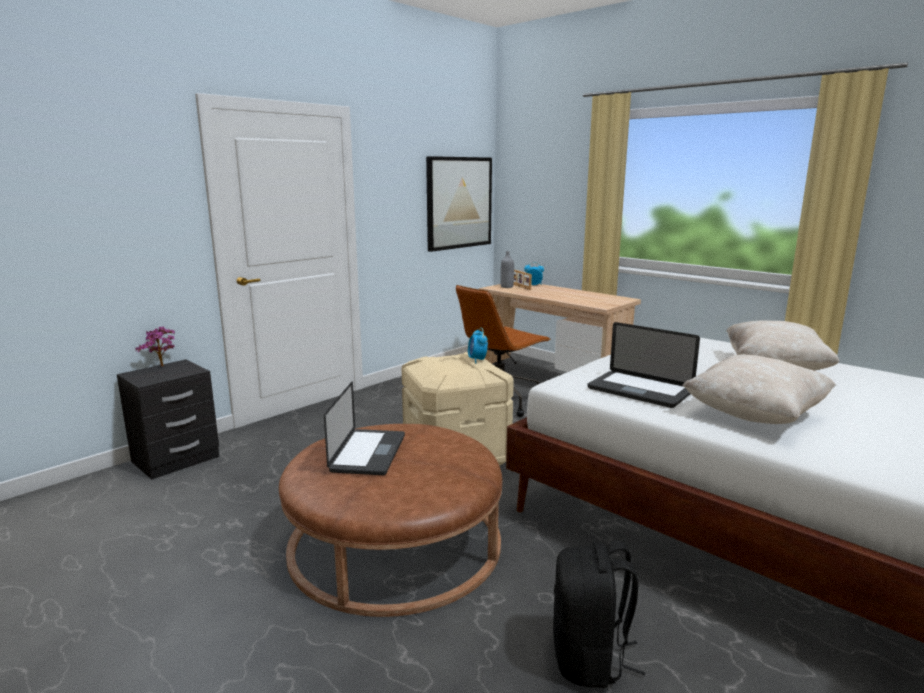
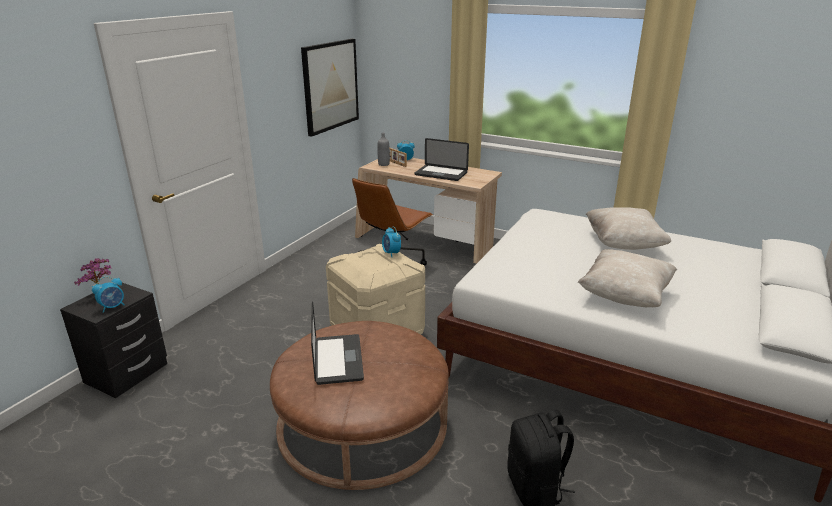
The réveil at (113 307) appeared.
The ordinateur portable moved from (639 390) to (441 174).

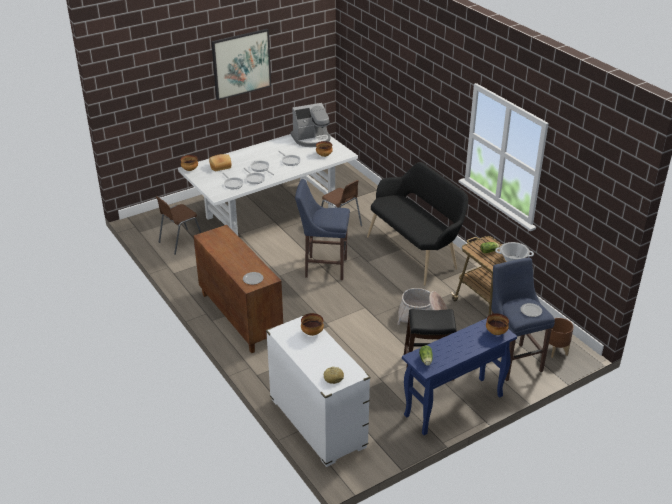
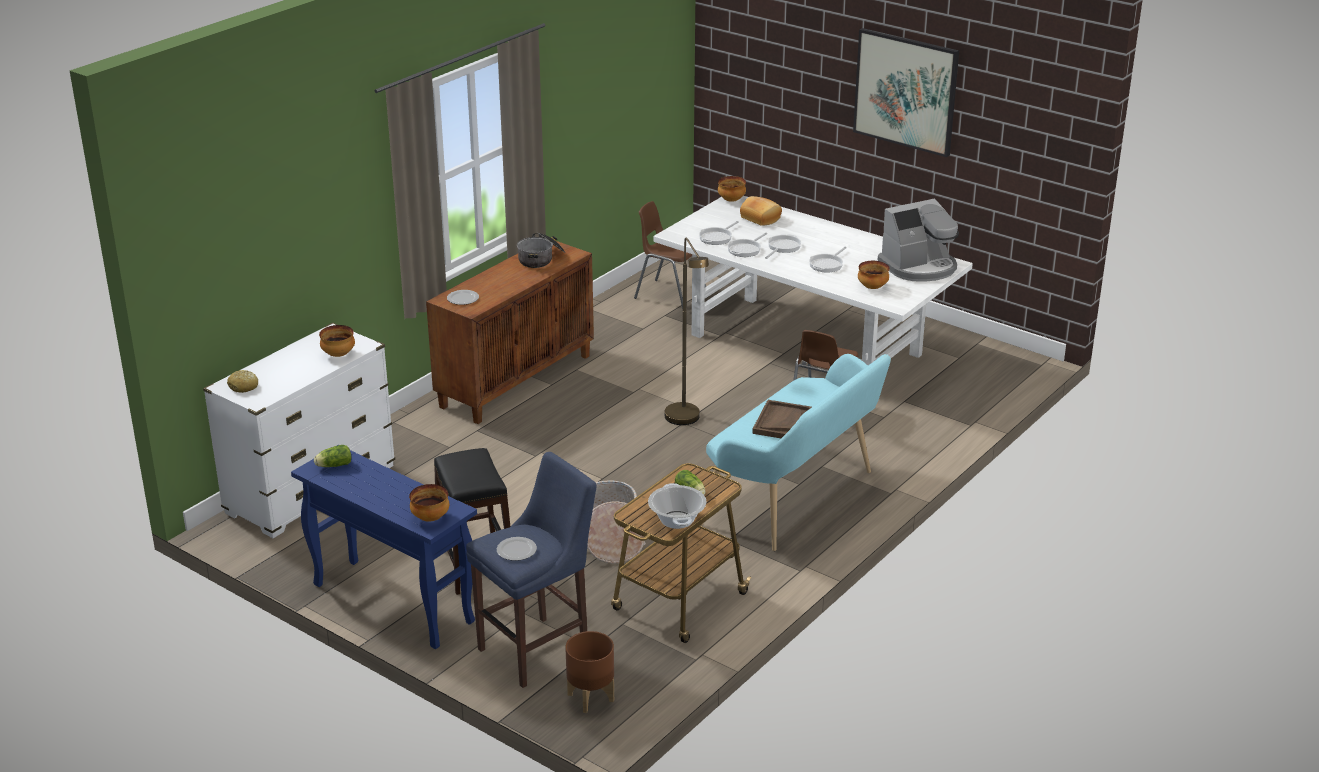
The marmite at (541 259) appeared.
The plateau (marron) at (782 422) appeared.
The tabouret (bleu) at (323 267) was replaced by the lampadaire (marron) at (686 421).
The banc (noir) at (415 252) became the banc (turquoise) at (796 500).
The machine à café at (311 139) turned 75 degrees counterclockwise.

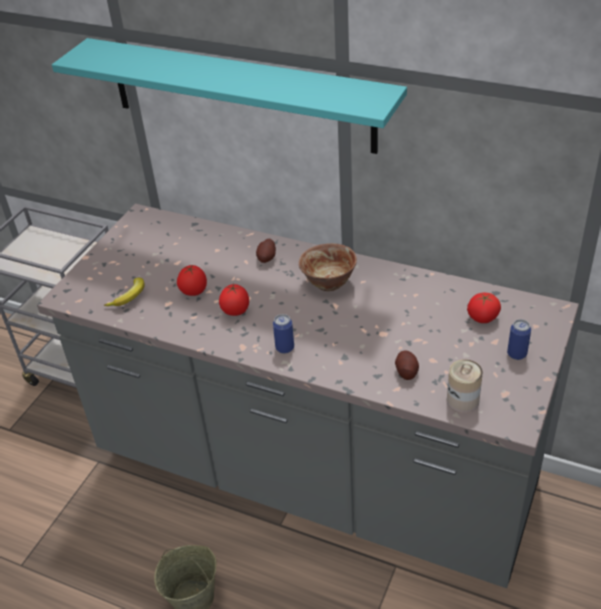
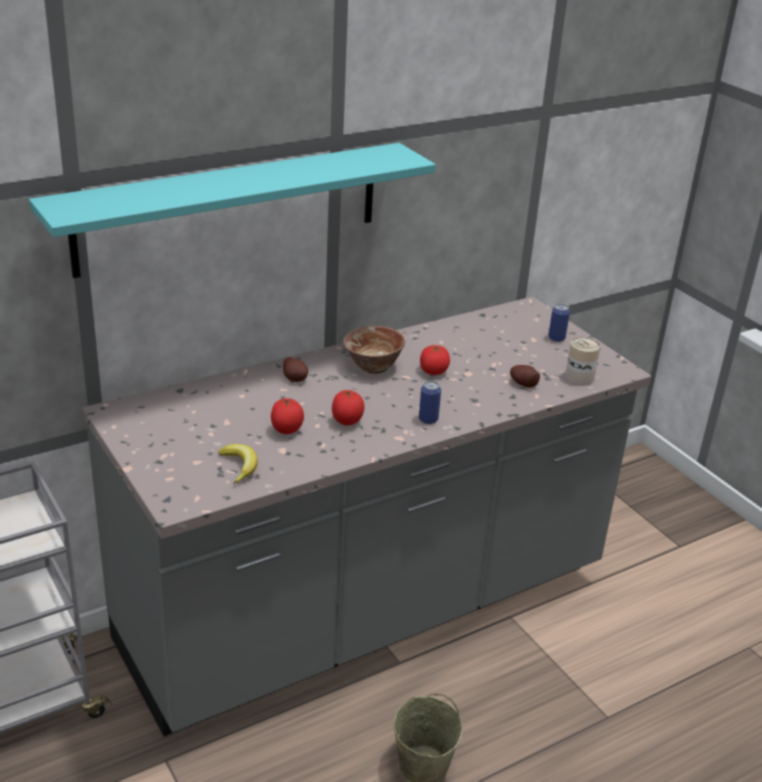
The tomate moved from (483 317) to (433 371).

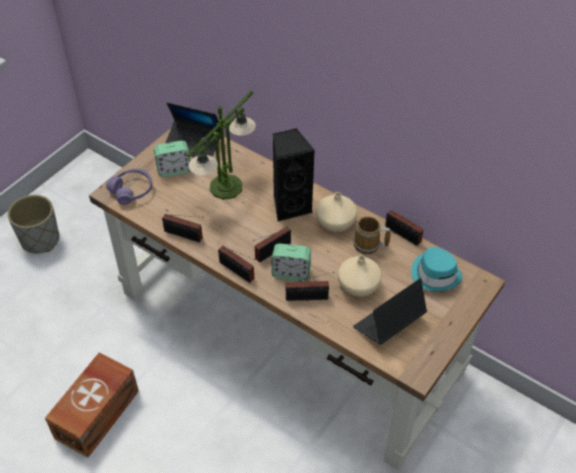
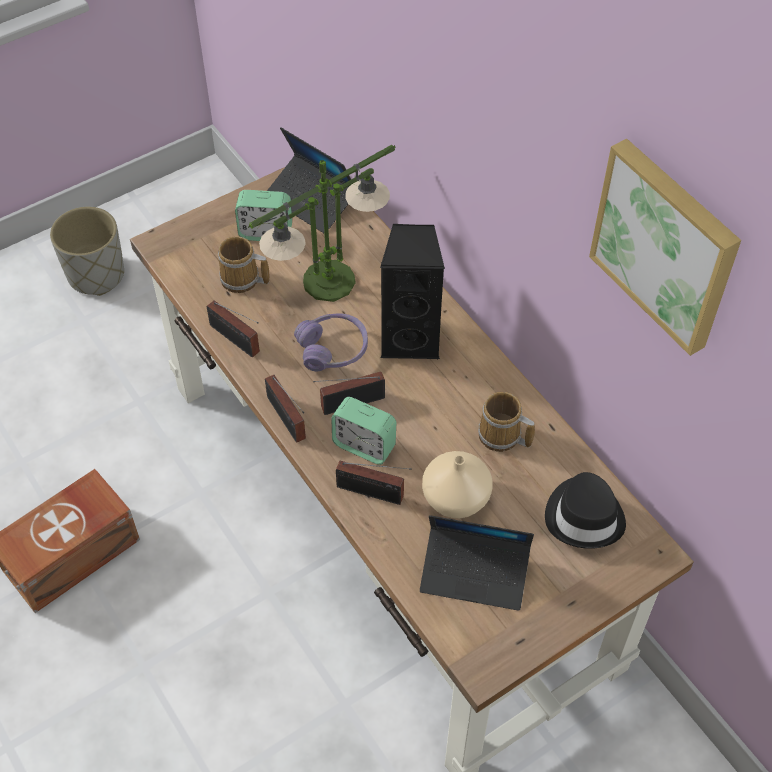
The vase (beige) at (335 223) disappeared.
The radio at (404 236) disappeared.
The mug at (242 280) appeared.
The tableau at (666 244) appeared.
The casque audio (violet) moved from (132 191) to (333 349).
The chapeau (turquoise) at (435 274) became the chapeau (noir) at (585 516).
The ordinateur portable at (389 323) turned 150 degrees counterclockwise.

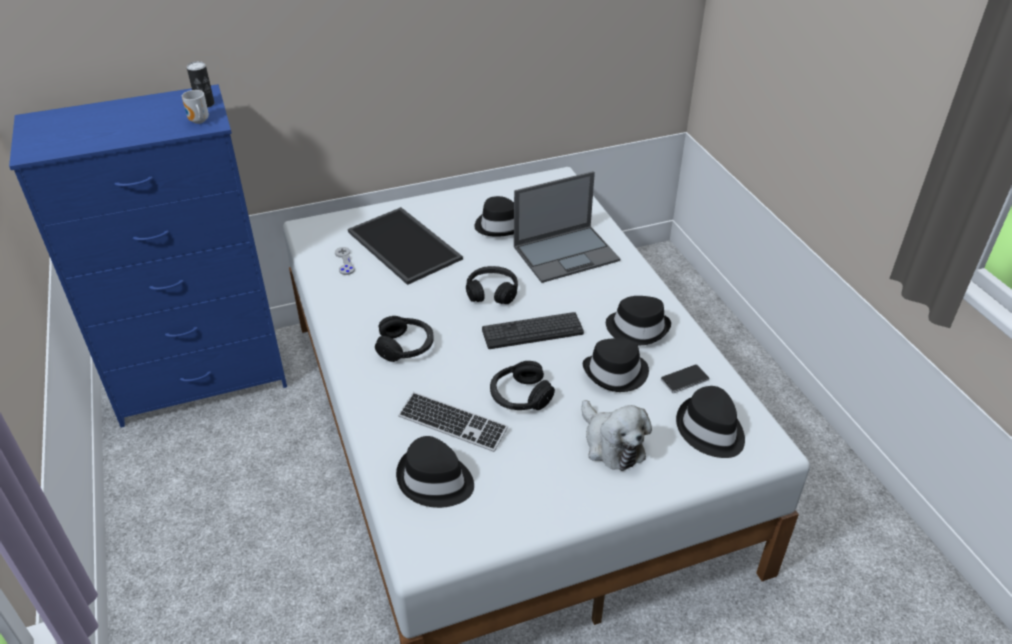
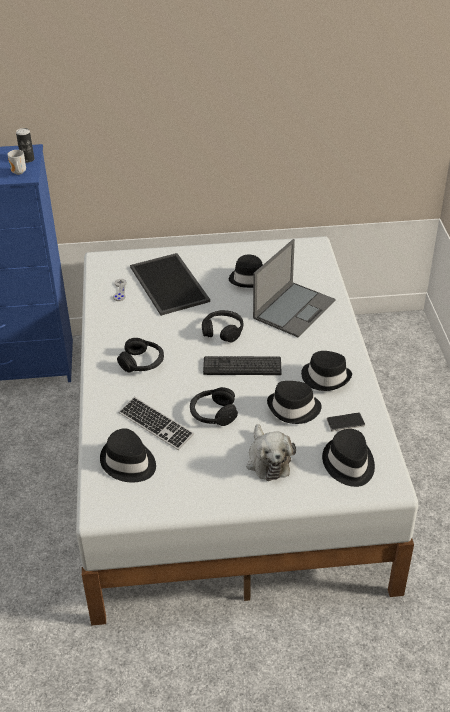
The ordinateur portable at (567 253) turned 45 degrees counterclockwise.

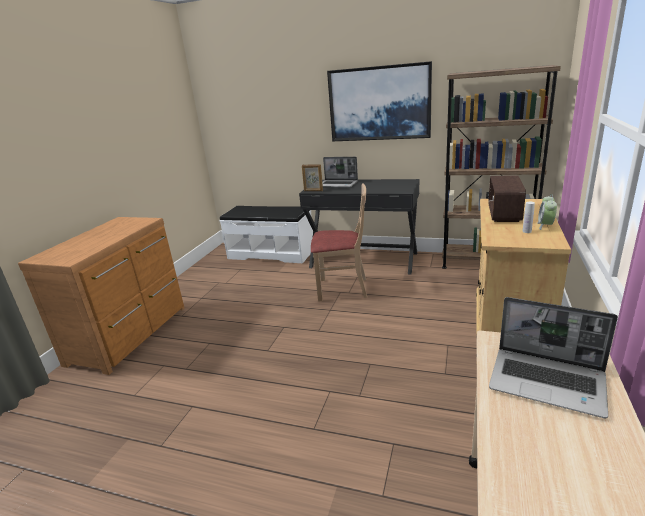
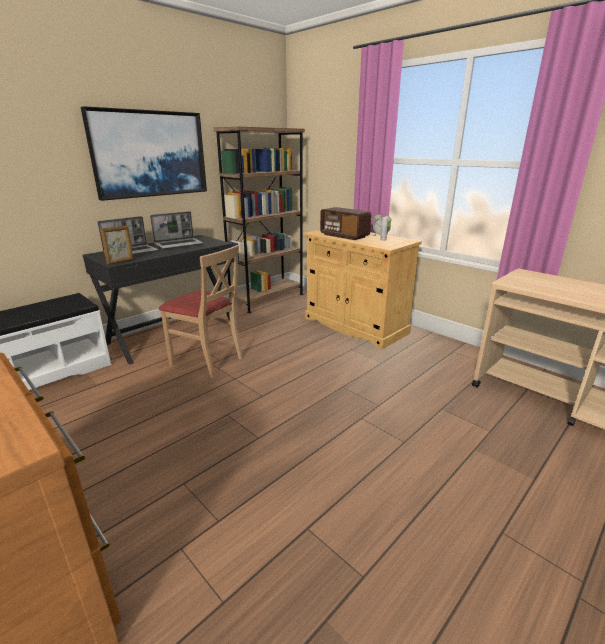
The ordinateur portable moved from (548 382) to (179 244).
The chaise (beige) at (342 289) turned 90 degrees clockwise.

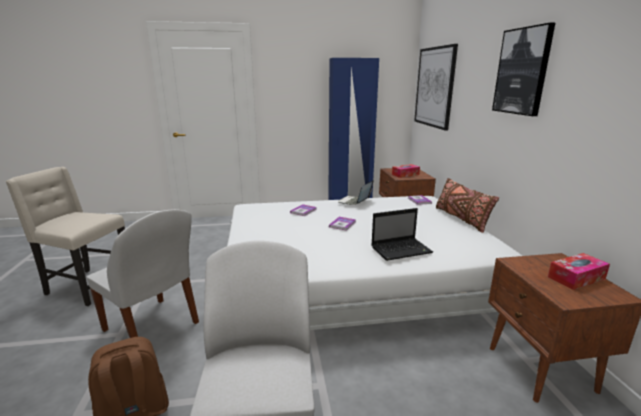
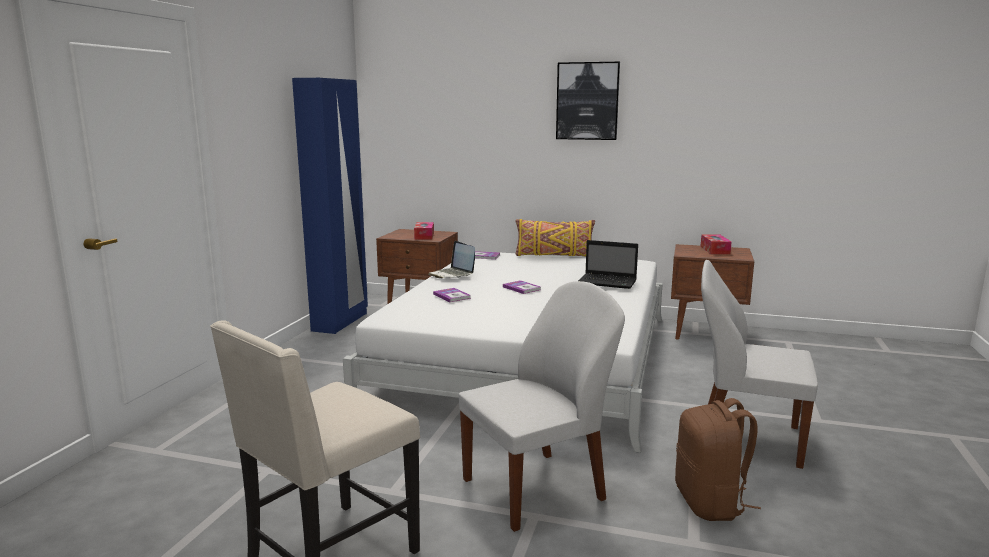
The tableau at (434 87) disappeared.
The coussin (marron) at (461 219) became the coussin (jaune) at (554 256).
The ordinateur portable at (402 250) turned 105 degrees clockwise.

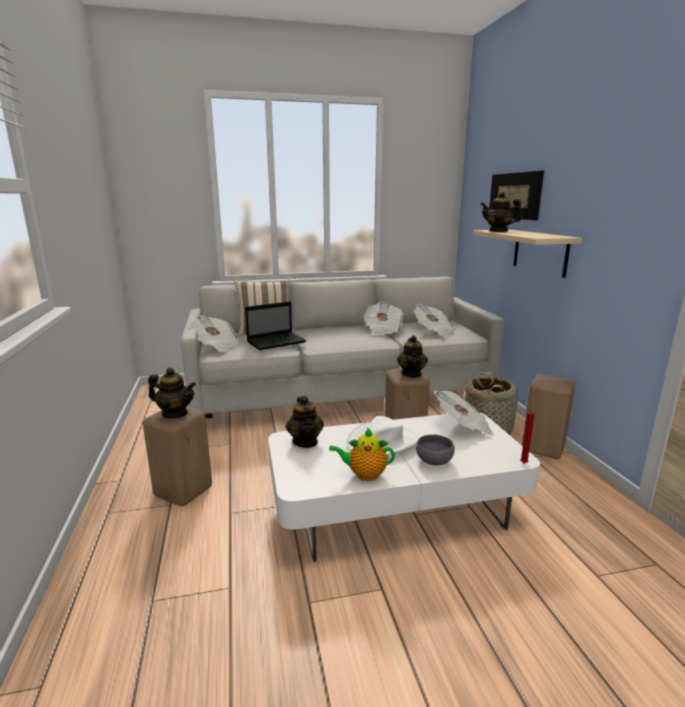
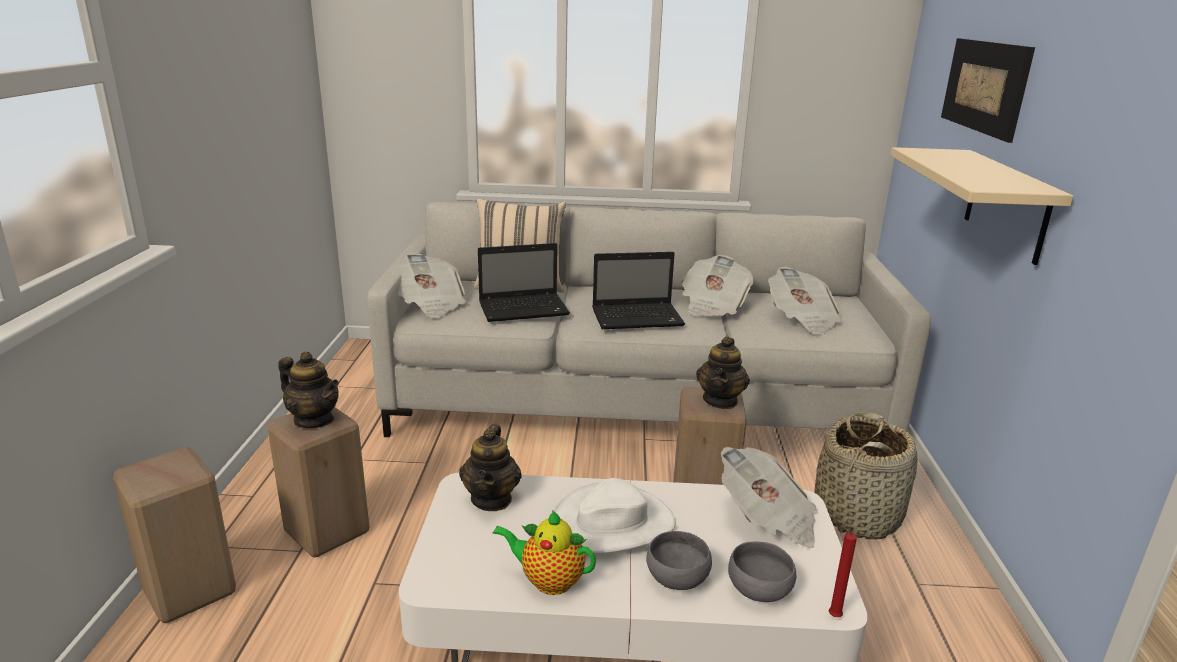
The théière at (498 231) disappeared.
The ordinateur portable at (639 318) appeared.
The bol (gris) at (760 590) appeared.
The tabouret (beige) moved from (543 449) to (188 593).

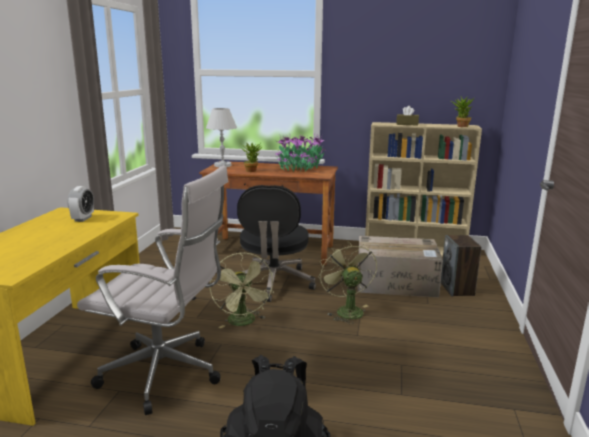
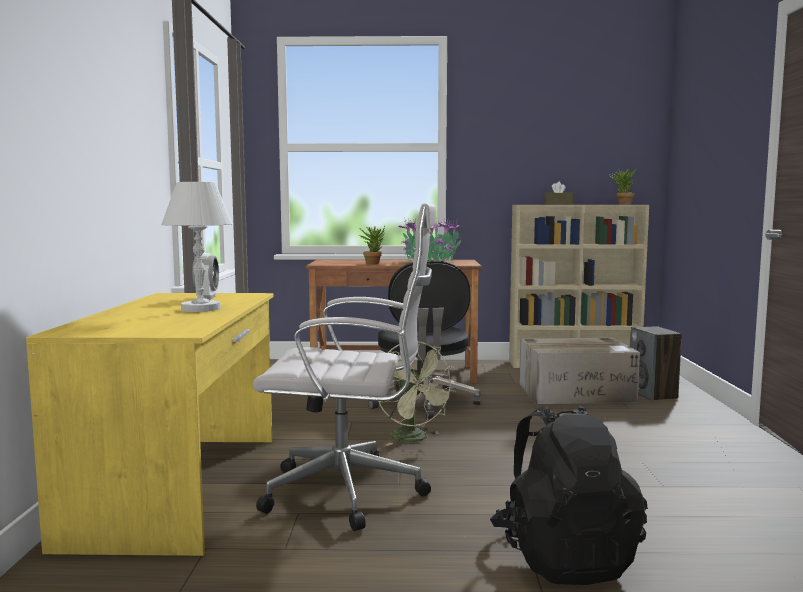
The ventilateur (vert) at (346 310) disappeared.
The lampe de table (blanc) moved from (222 165) to (200 309).

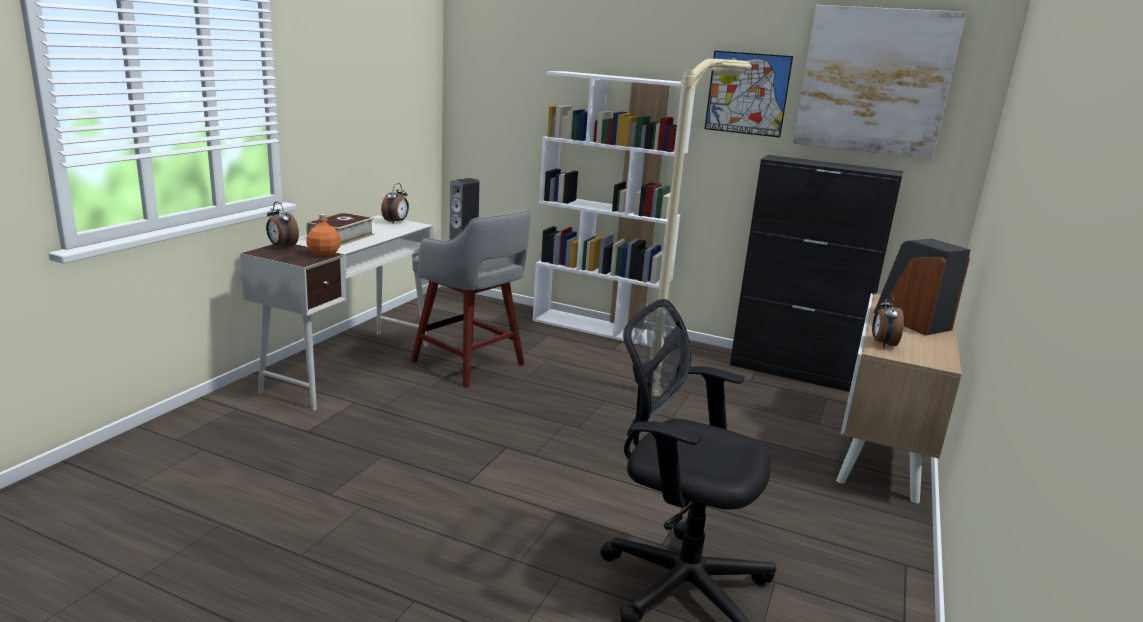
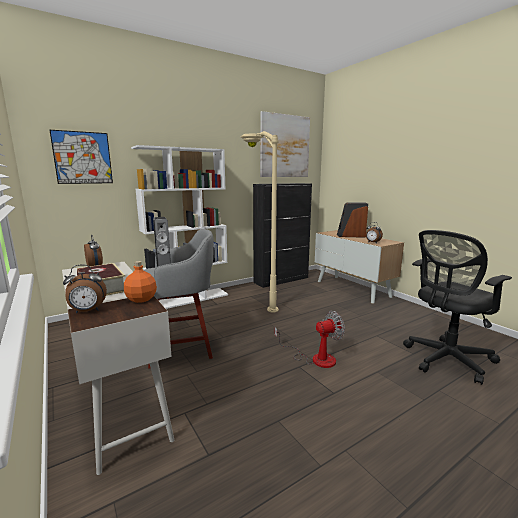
The ventilateur at (315 358) appeared.
The tableau moved from (747 93) to (82 158).

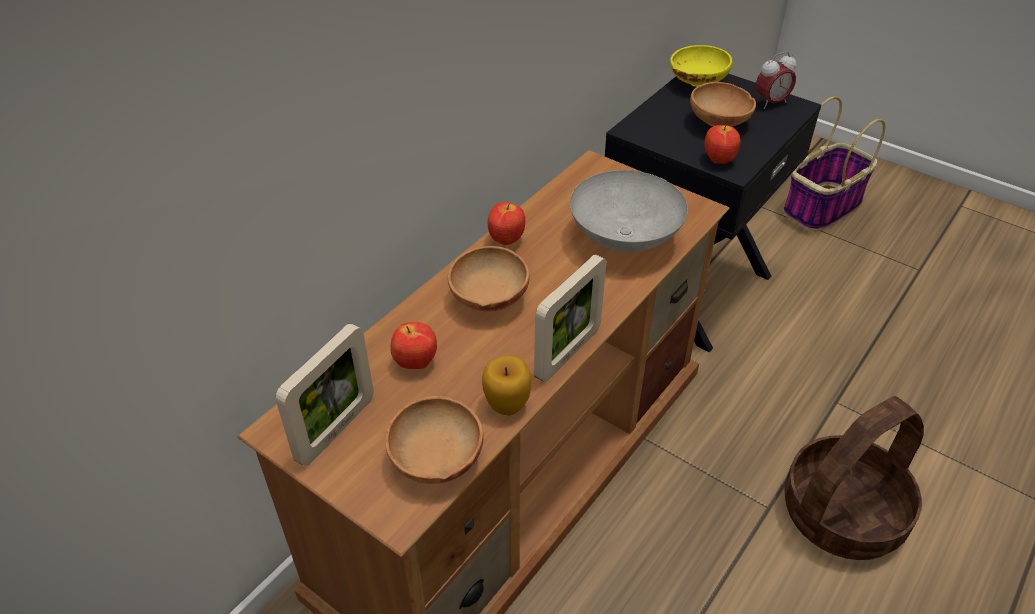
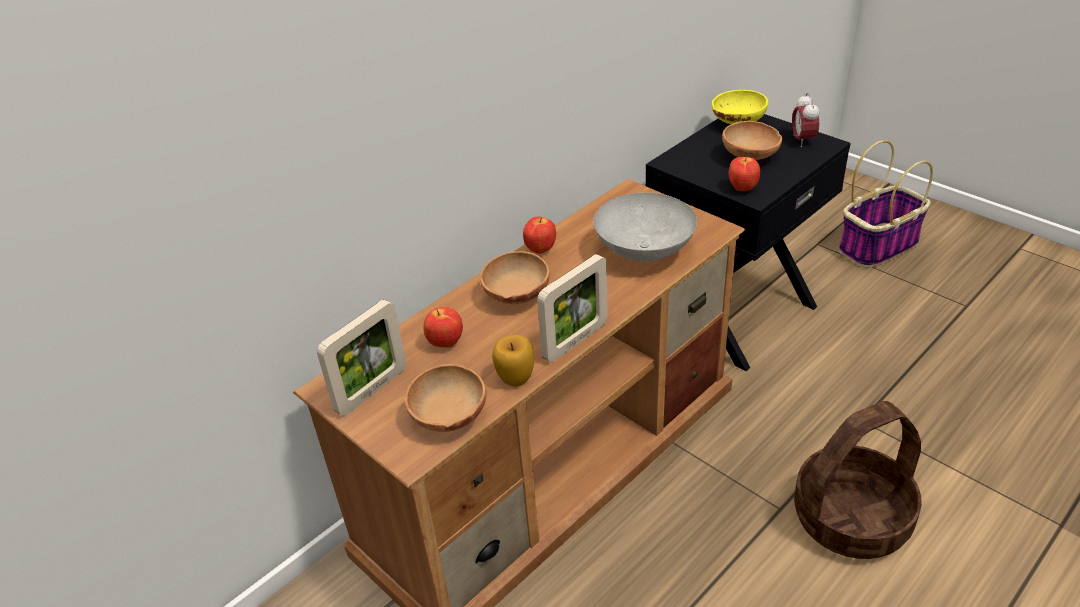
The réveil at (771 102) turned 105 degrees clockwise.

